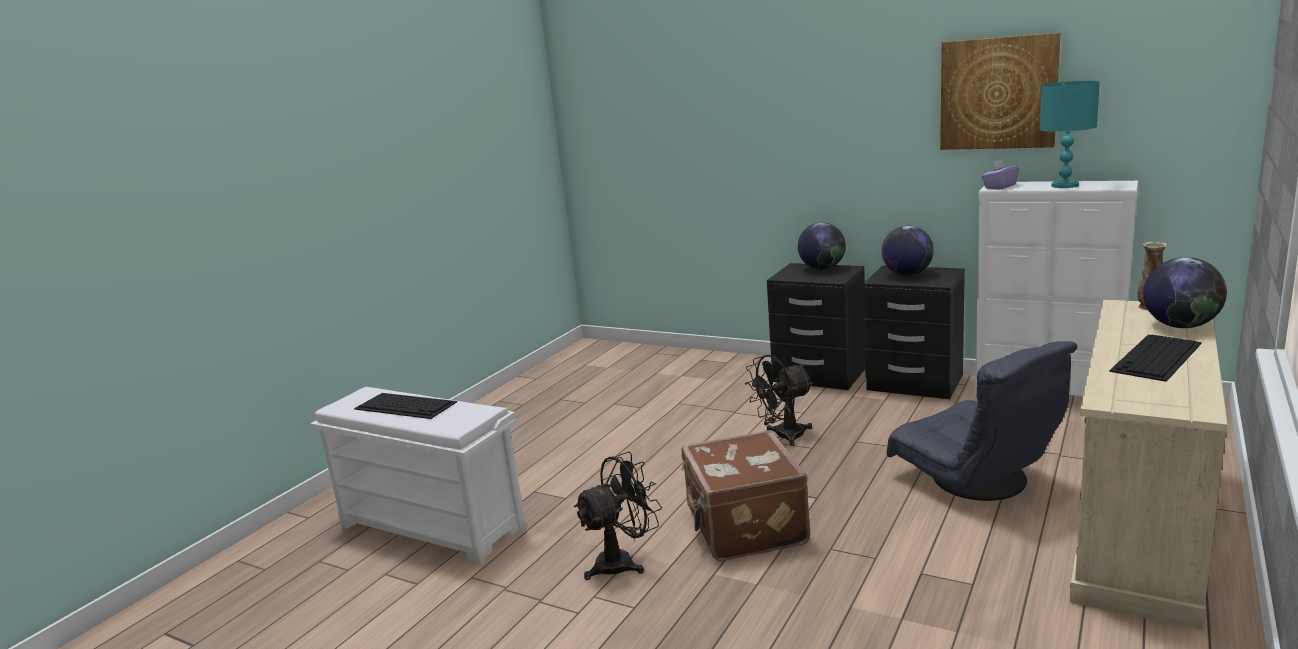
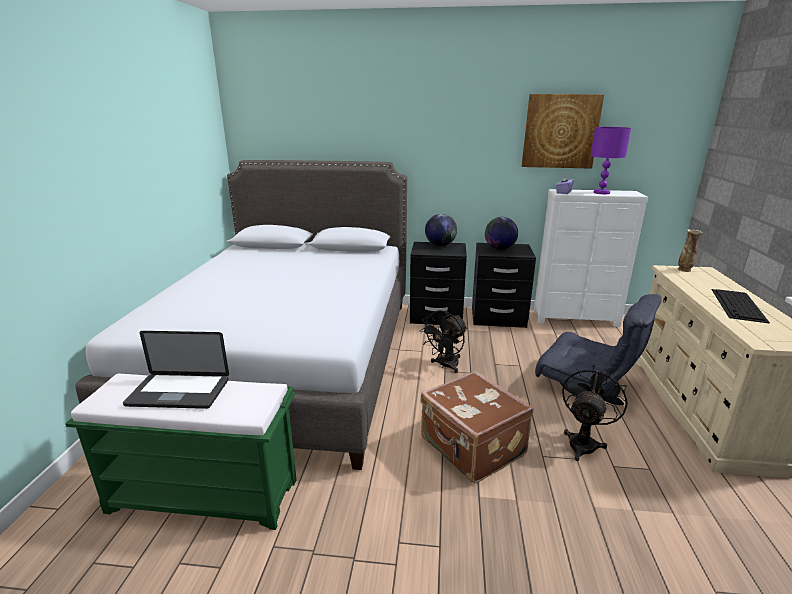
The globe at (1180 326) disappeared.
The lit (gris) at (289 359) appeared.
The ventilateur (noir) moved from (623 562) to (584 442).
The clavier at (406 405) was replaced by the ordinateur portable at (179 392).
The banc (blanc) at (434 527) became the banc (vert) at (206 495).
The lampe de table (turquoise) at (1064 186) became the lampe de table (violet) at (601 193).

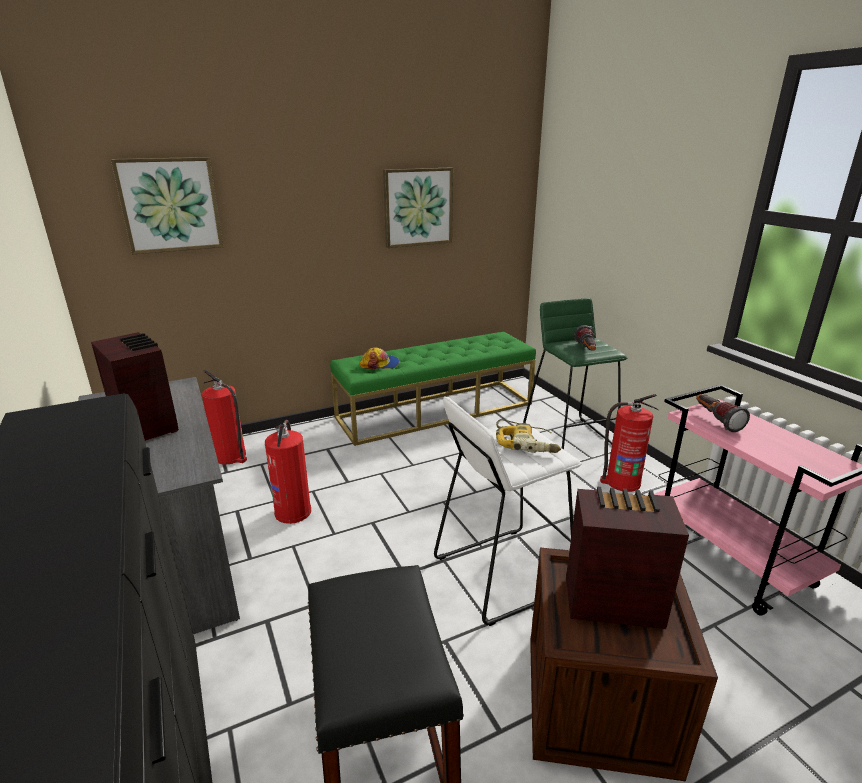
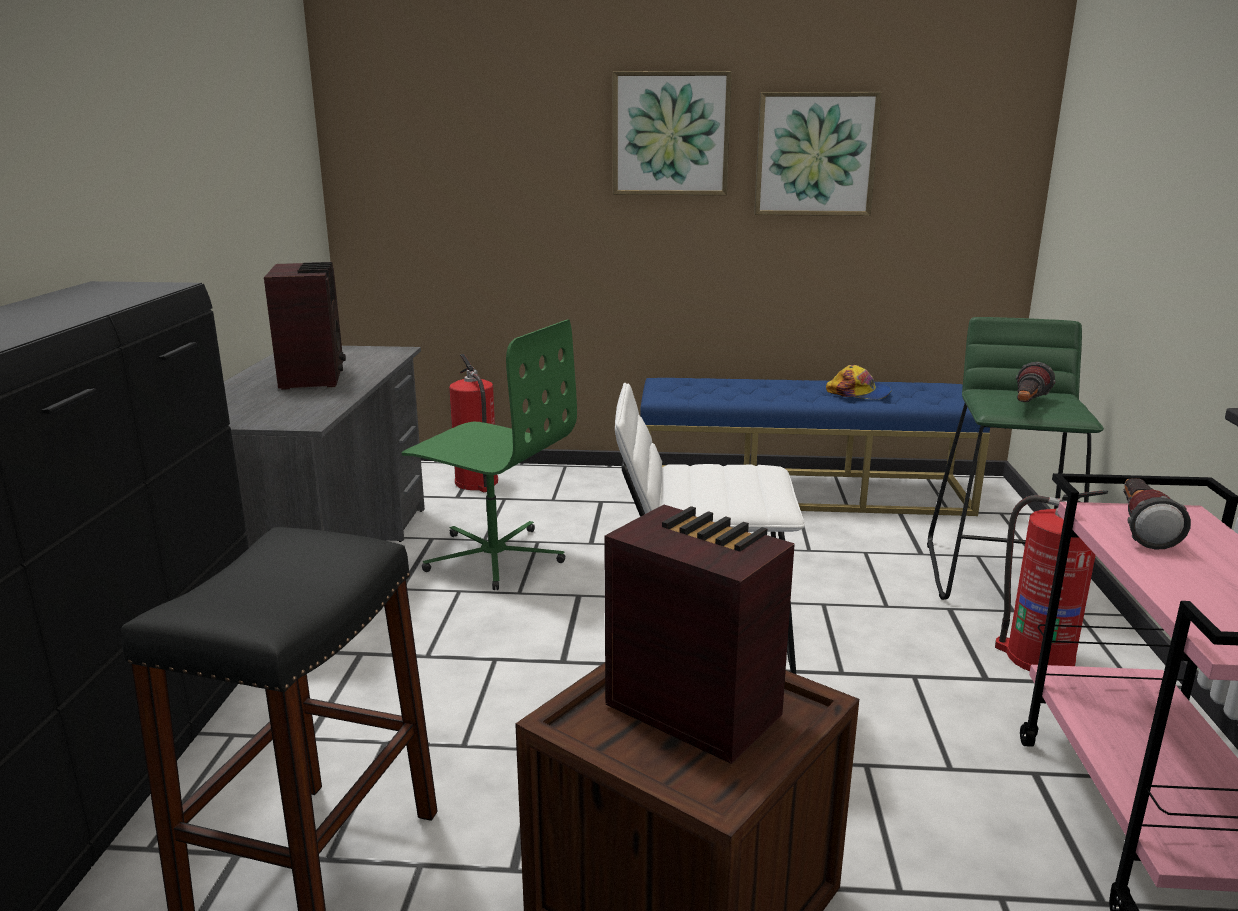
The perceuse at (526 443) disappeared.
The tableau moved from (170 205) to (670 134).
The casquette moved from (380 364) to (859 392).
The extincteur at (293 511) was replaced by the chaise de bureau (vert) at (494 556).
The banc (vert) at (435 410) became the banc (bleu) at (801 491).

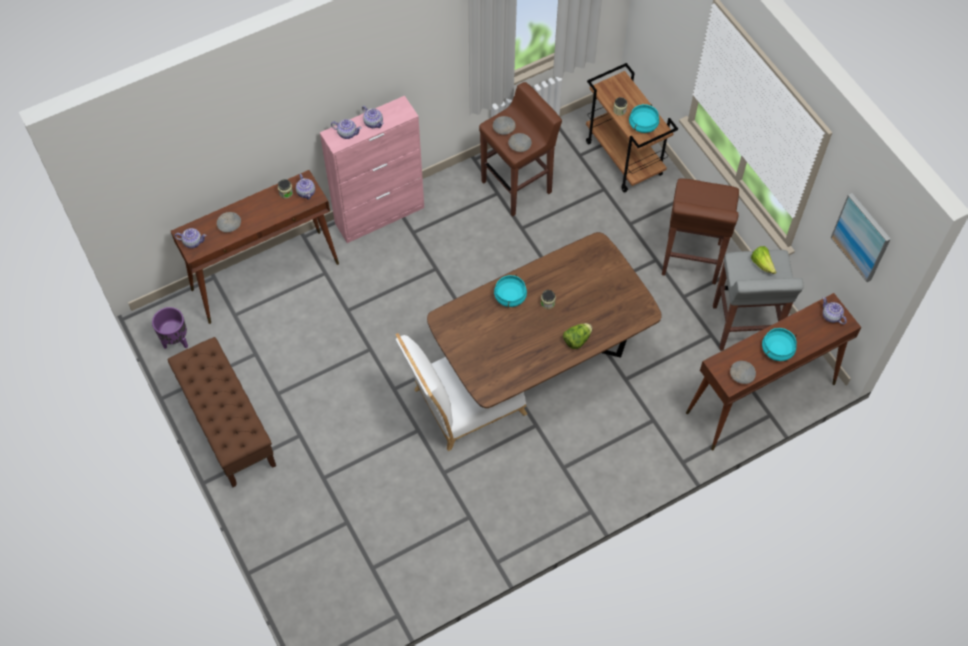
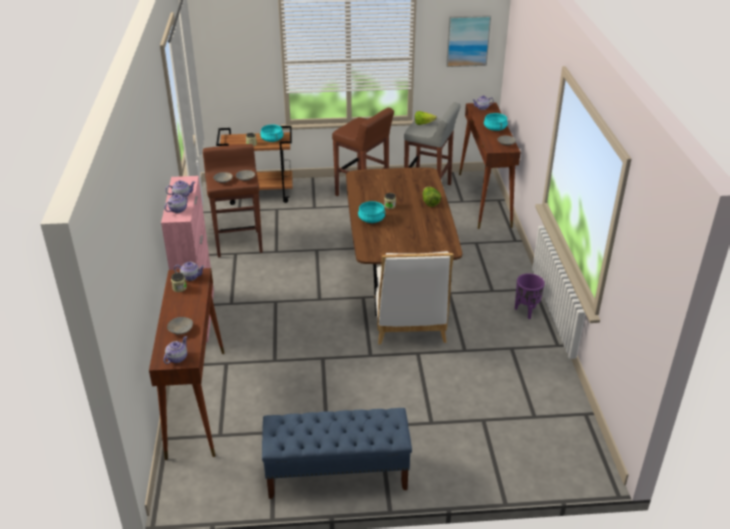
The cache-pot (violet) moved from (176 342) to (526 311).
The banc (marron) at (227 425) became the banc (bleu) at (336 474).

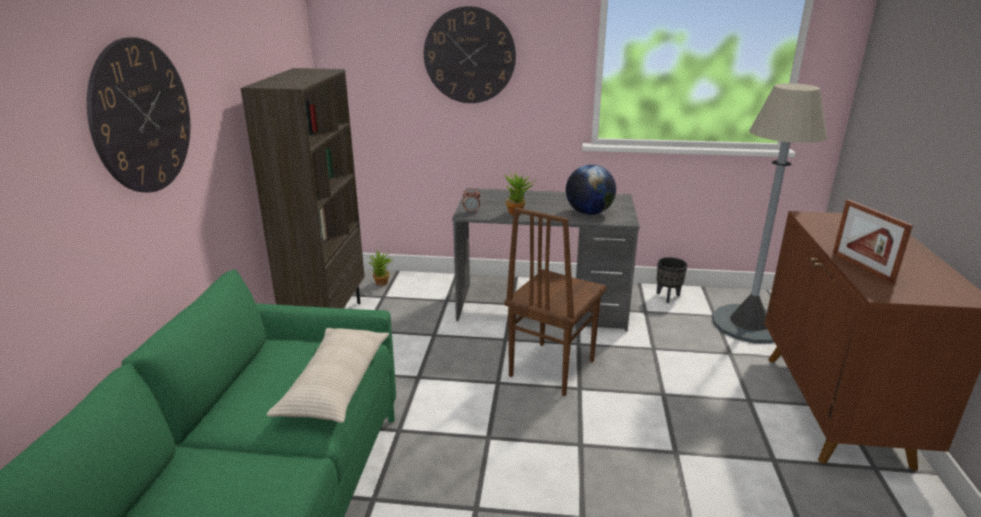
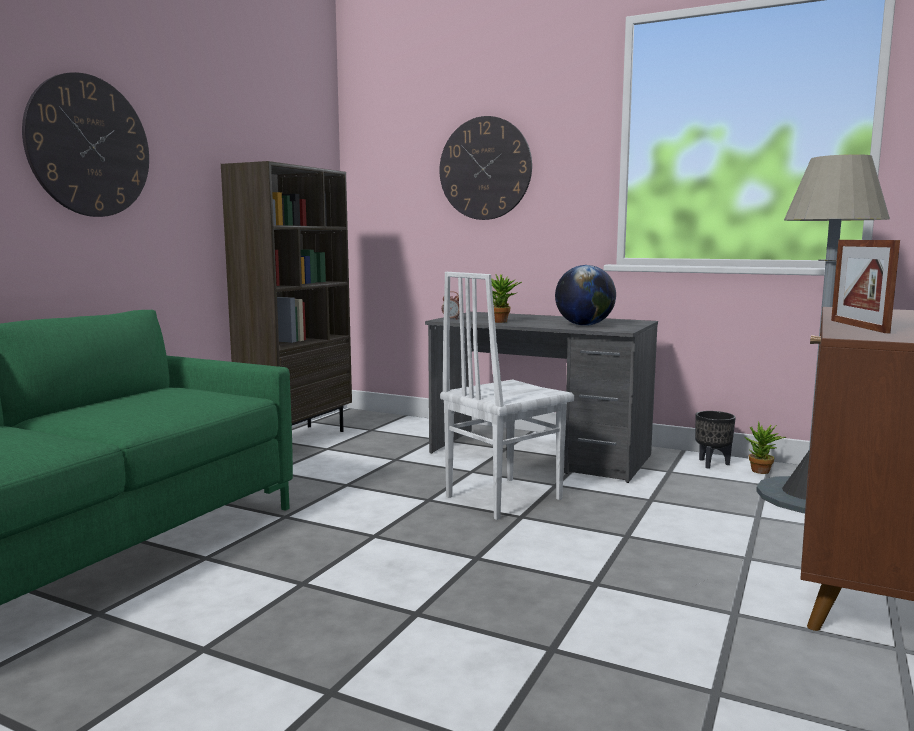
The coussin (beige) at (335 384) disappeared.
The plante en pot moved from (382 284) to (761 472).
The chaise (marron) at (550 368) became the chaise (blanc) at (501 497).

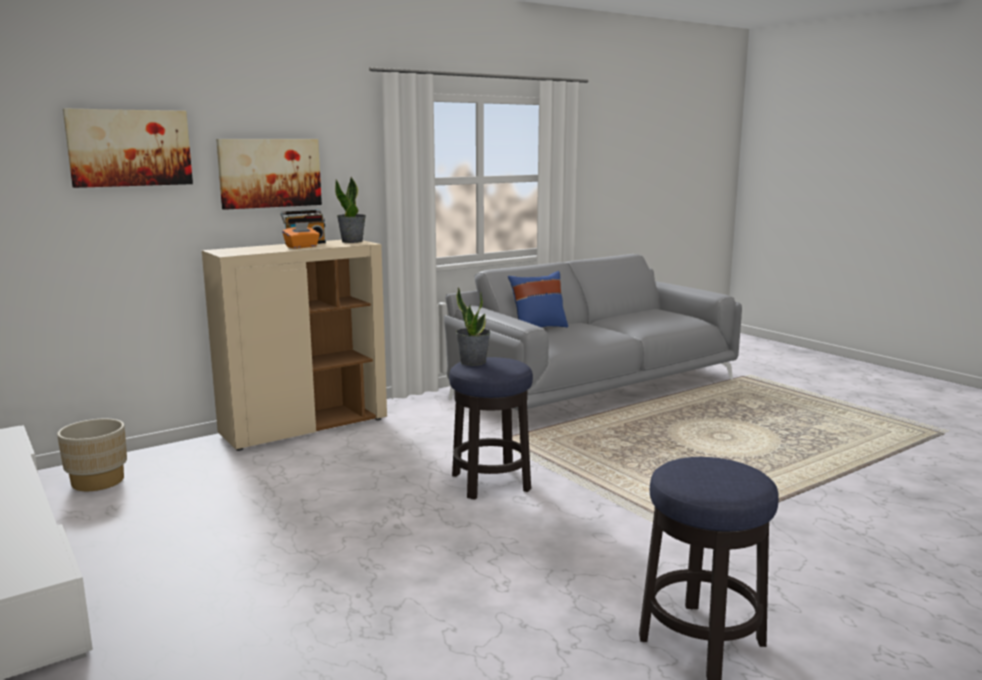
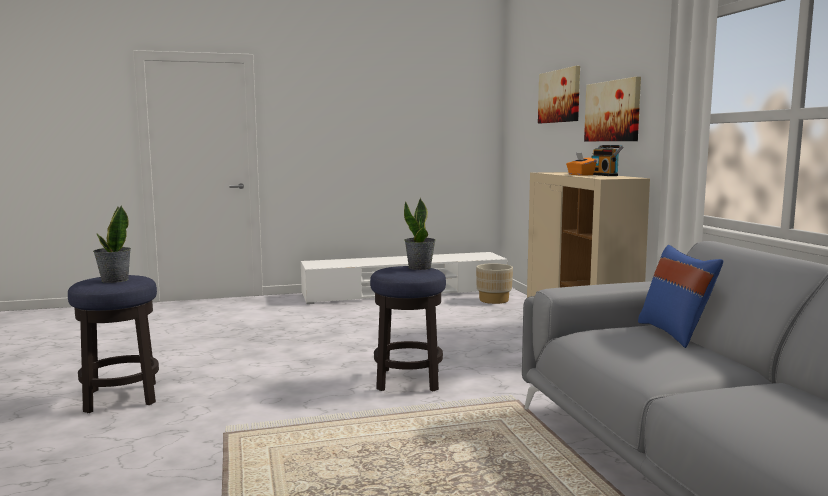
The plante en pot moved from (352 241) to (114 280).

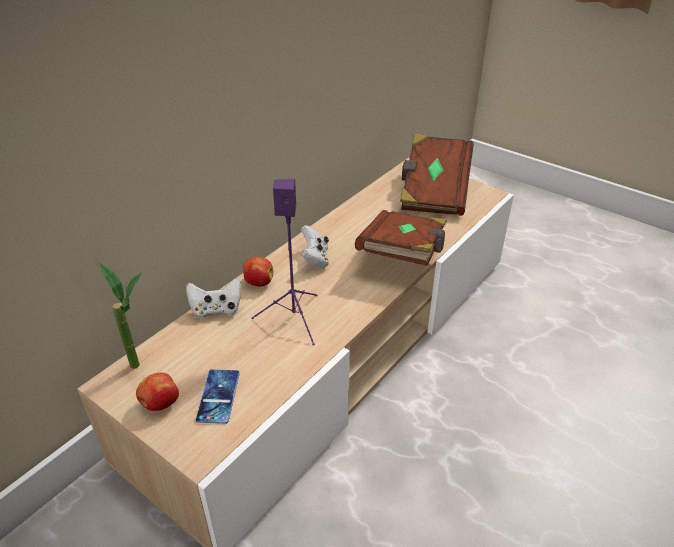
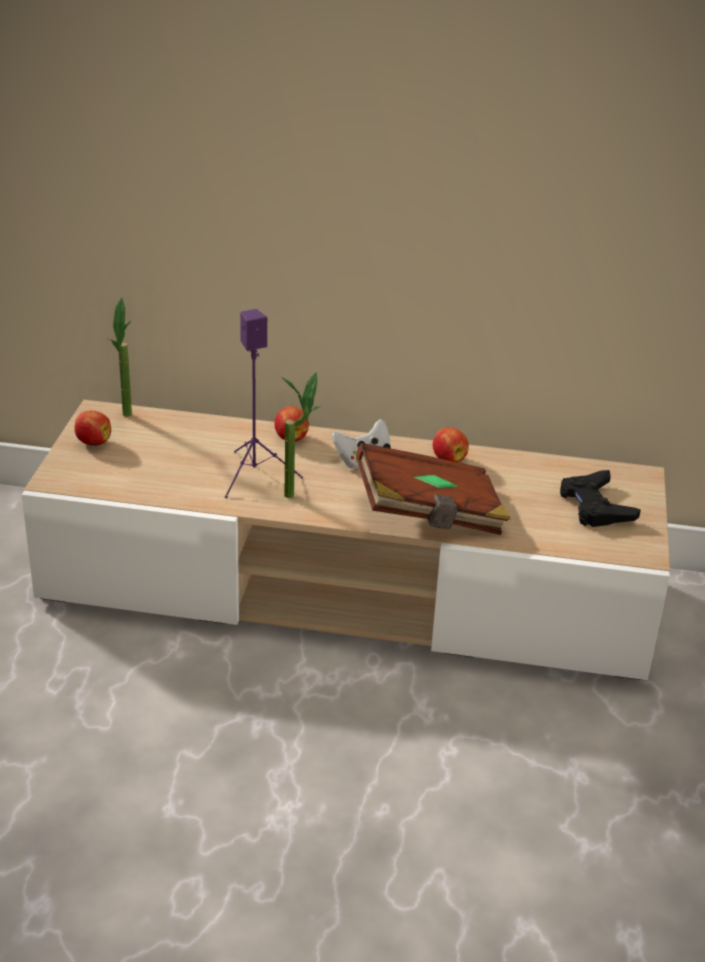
The manette (blanc) at (216 310) disappeared.
The téléphone at (218 396) disappeared.
The plante en pot at (298 492) appeared.
The pomme at (448 459) appeared.
The livre (marron) at (433 191) was replaced by the manette (noir) at (595 506).

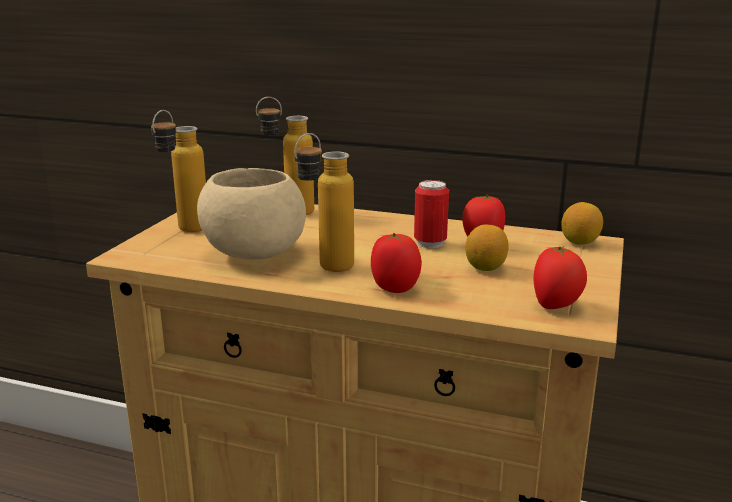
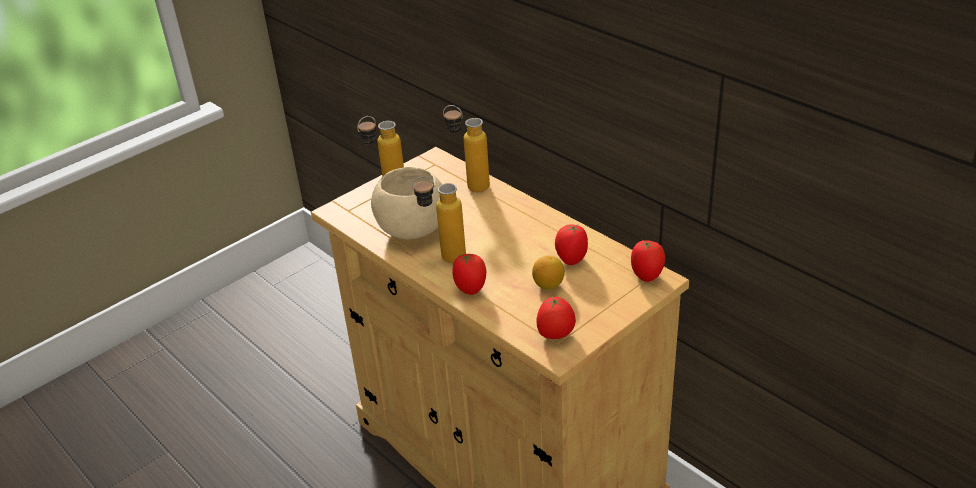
The boîte métallique at (430 243) disappeared.
The citron at (579 242) was replaced by the tomate at (647 276).

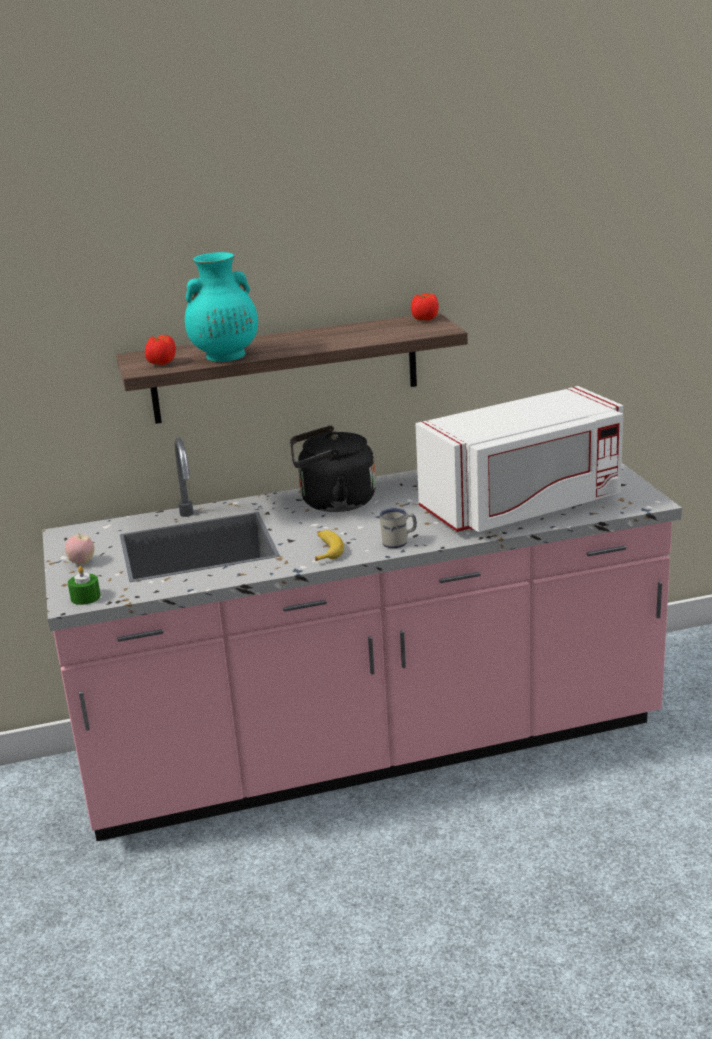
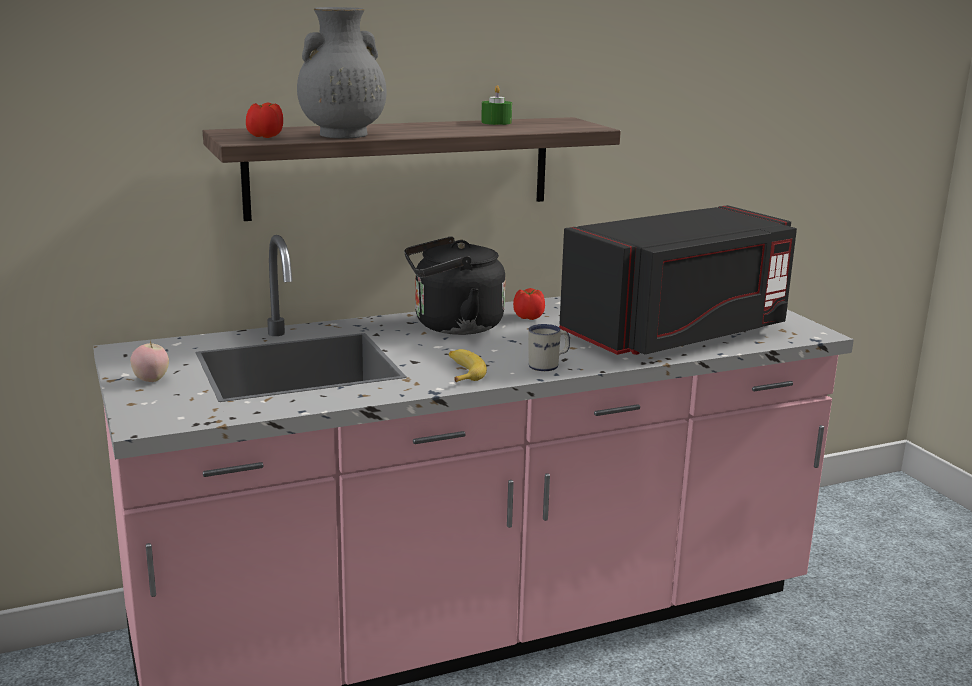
The bougie (vert) moved from (85 597) to (496 122).
The tomate moved from (424 319) to (528 317).
The vase (turquoise) at (224 356) became the vase (gris) at (342 135).
The micro-ondes (blanc) at (524 506) became the micro-ondes (noir) at (677 334).

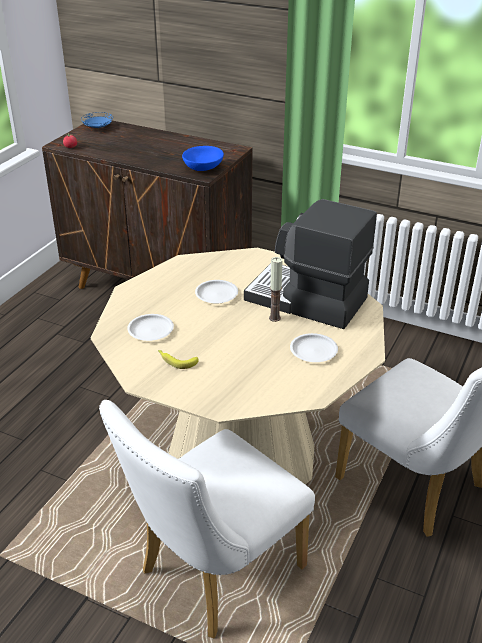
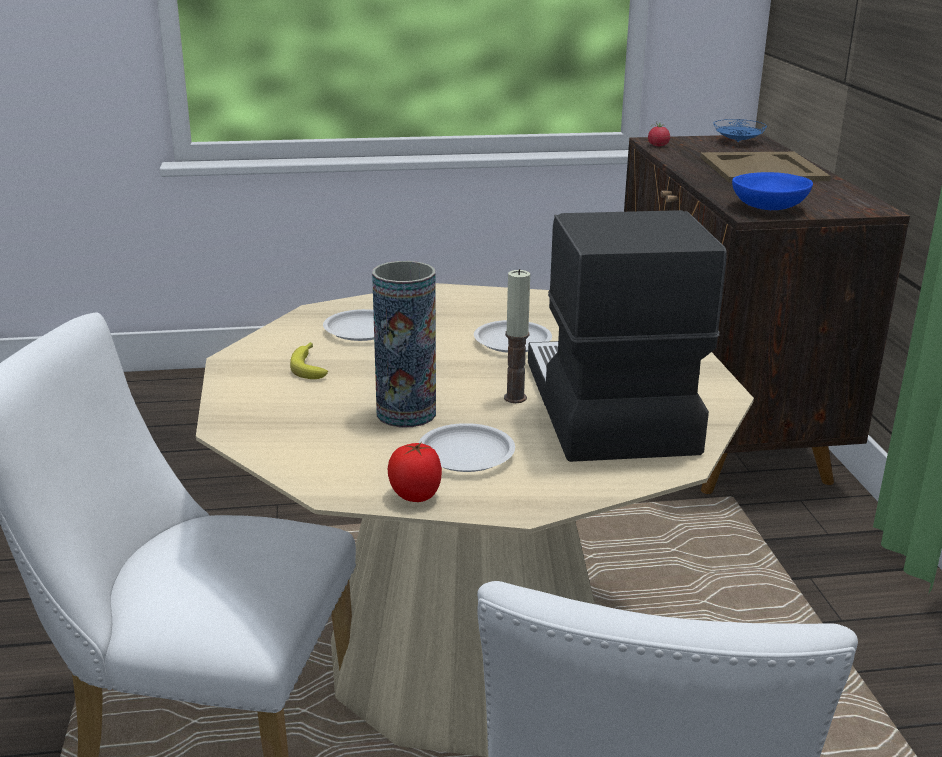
The vase at (406 413) appeared.
The tomate at (415 496) appeared.
The plateau (beige) at (761 168) appeared.

